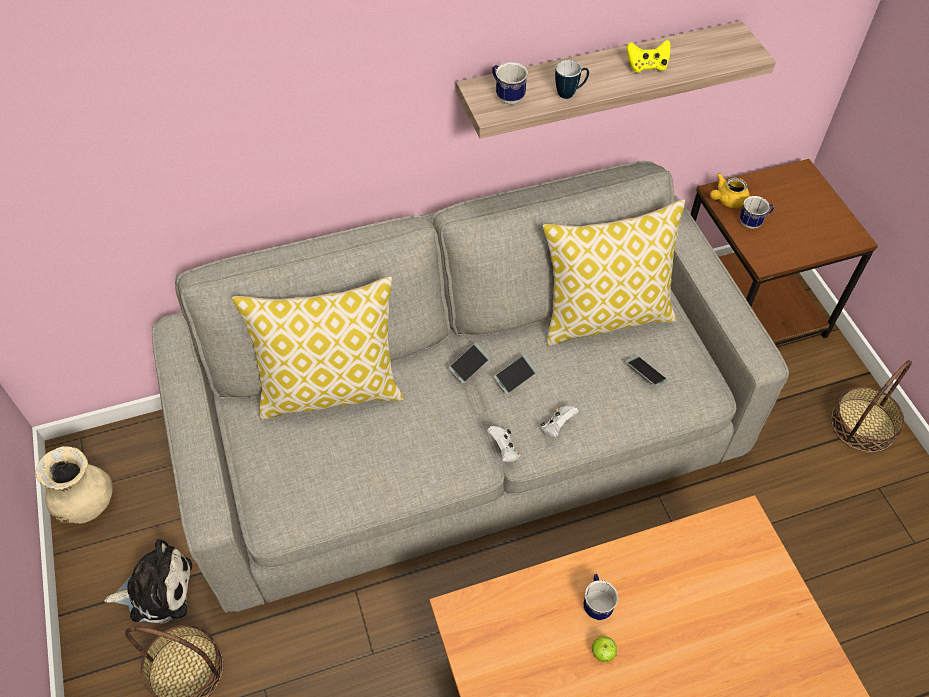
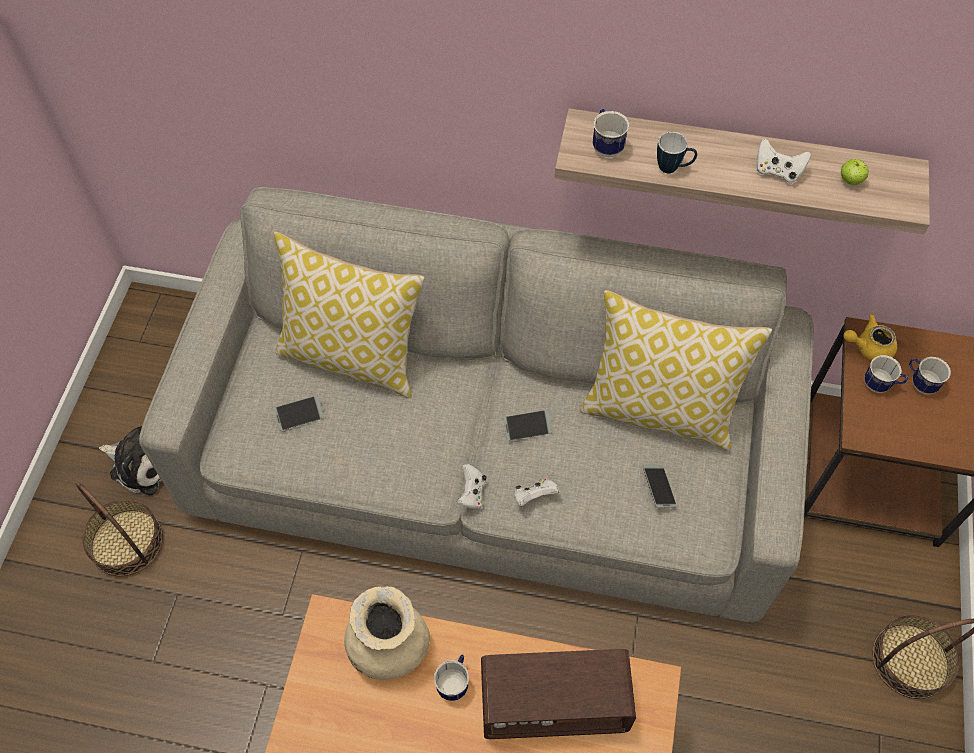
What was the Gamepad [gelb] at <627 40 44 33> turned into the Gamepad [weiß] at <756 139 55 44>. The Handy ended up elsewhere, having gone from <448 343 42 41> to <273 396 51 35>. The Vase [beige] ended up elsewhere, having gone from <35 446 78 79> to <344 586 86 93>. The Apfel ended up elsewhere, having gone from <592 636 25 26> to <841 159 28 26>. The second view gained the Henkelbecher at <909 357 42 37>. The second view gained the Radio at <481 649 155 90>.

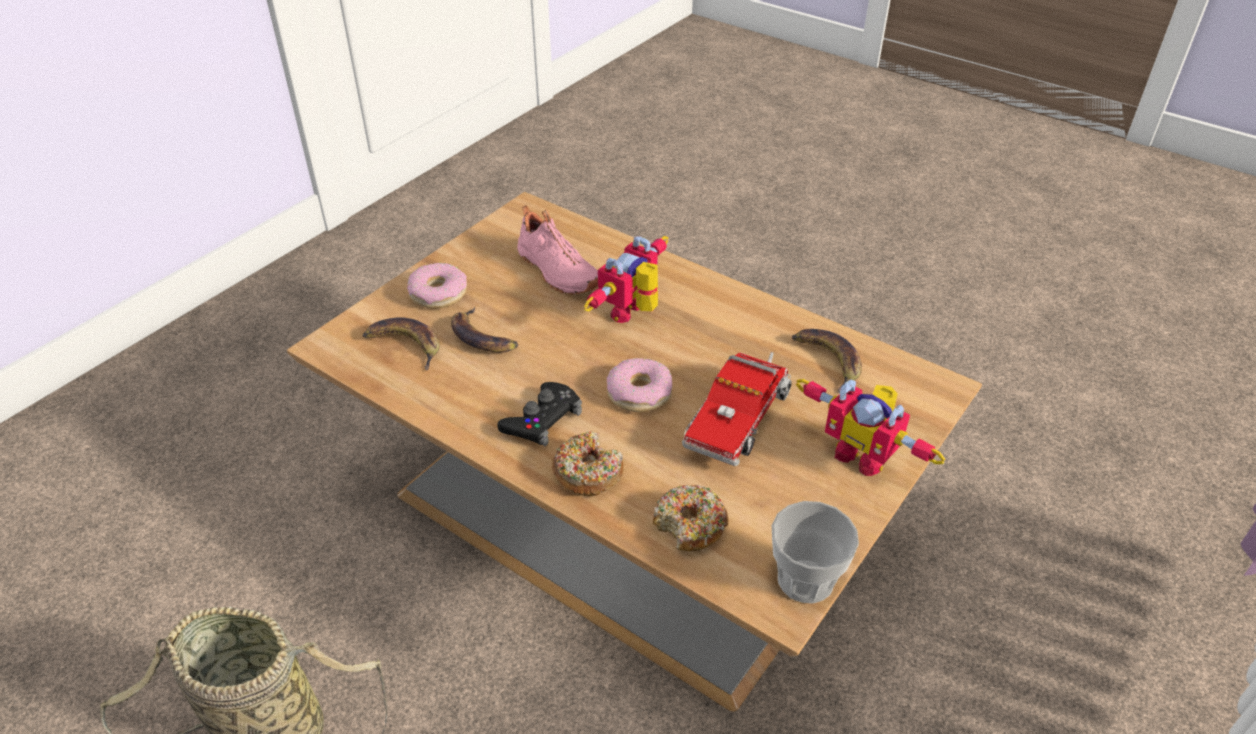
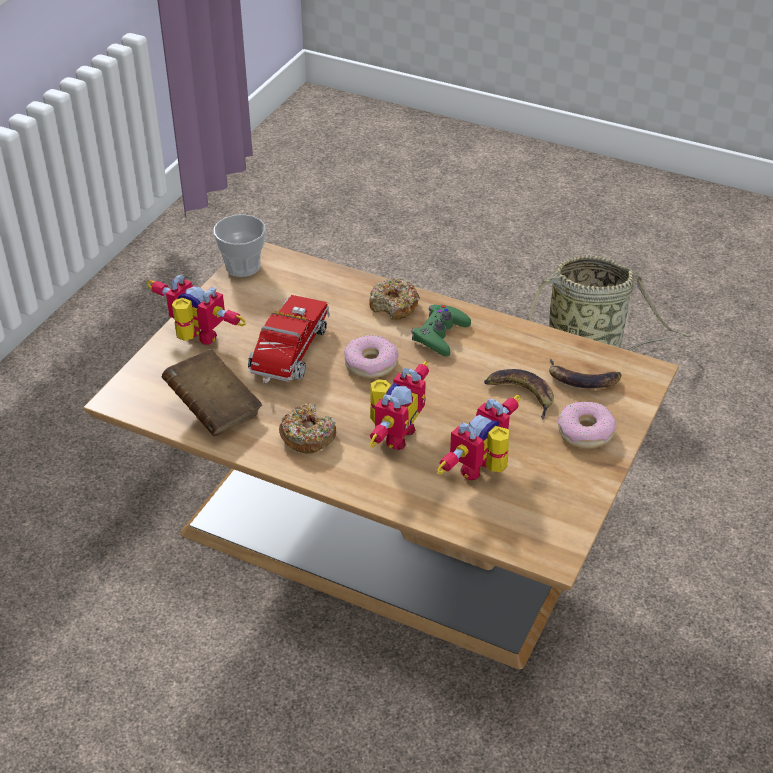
Where the Schuh [rosa] stood at <517 205 81 90>, the Spielzeugroboter came to stand at <437 395 84 85>. Where the Banane stood at <792 329 70 64>, the Buch [braun] came to stand at <162 349 100 87>. What was the Gamepad [schwarz] at <497 382 85 64> turned into the Gamepad [grün] at <412 304 59 53>. The Donut ended up elsewhere, having gone from <653 485 75 67> to <279 403 57 51>.

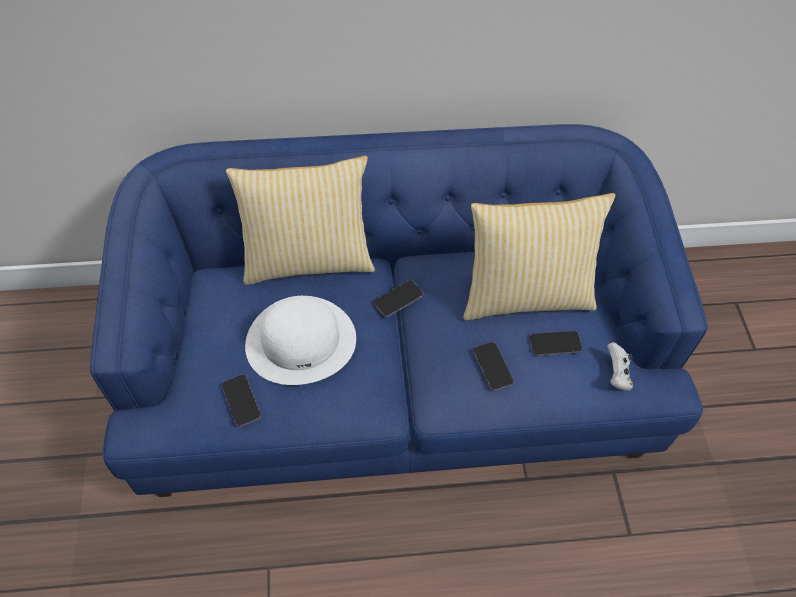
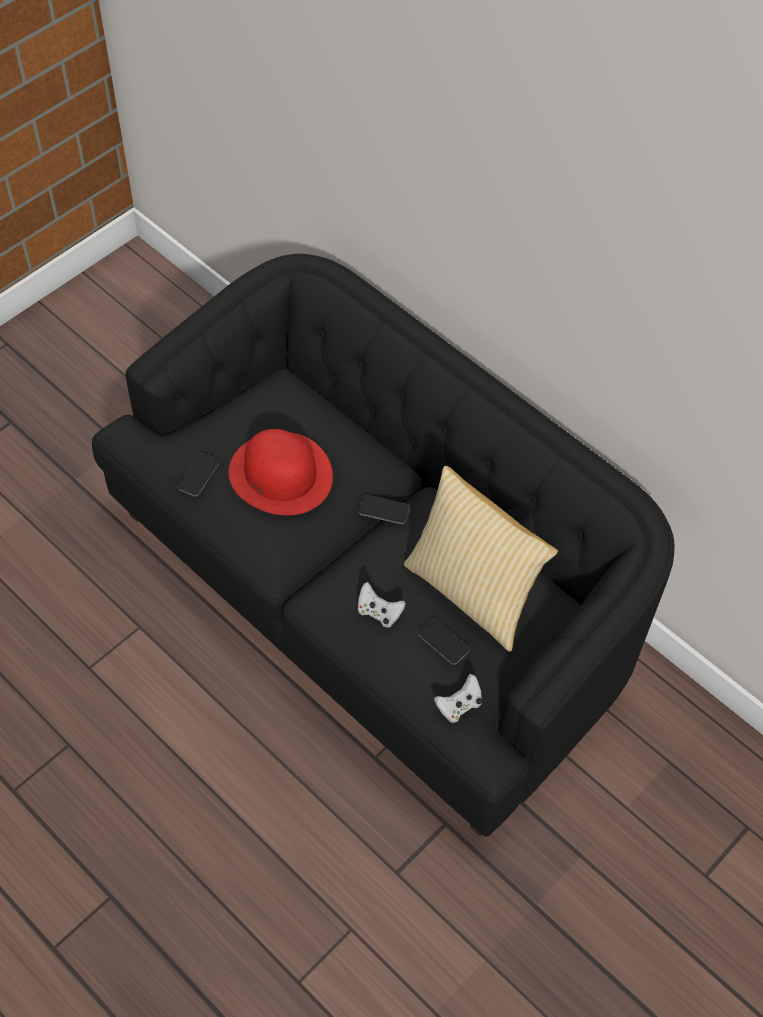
What was the Sofa [blau] at <90 124 618 373> turned into the Sofa [schwarz] at <92 254 582 583>. The second view lost the Kissen at <226 156 149 129>. What was the Hut [weiß] at <245 296 111 89> turned into the Hut [rot] at <229 429 104 86>. Where the Handy stood at <473 342 41 49>, the Gamepad [weiß] came to stand at <358 582 48 46>.

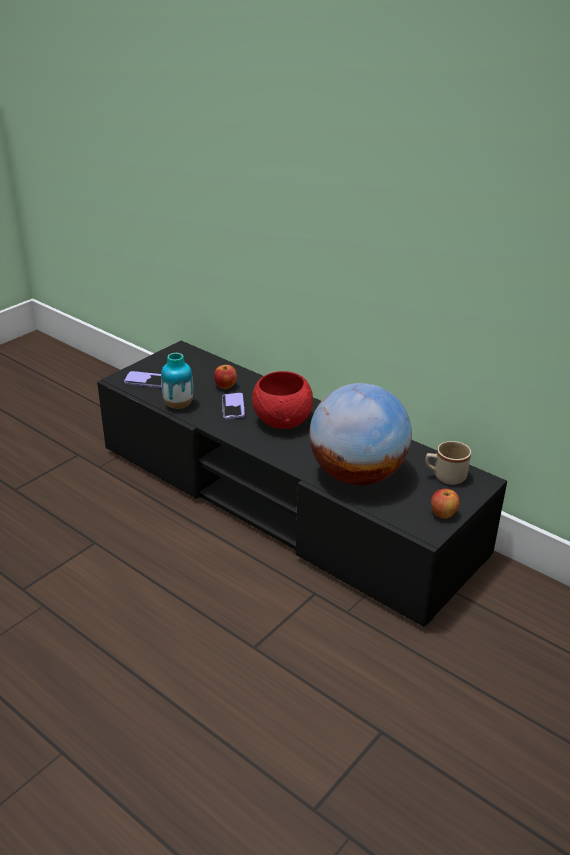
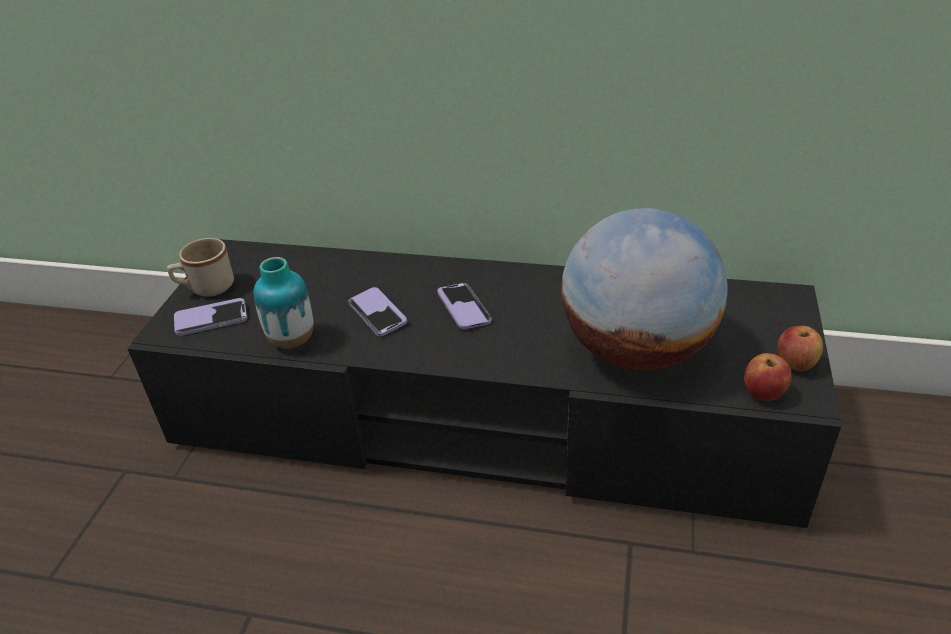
The Apfel ended up elsewhere, having gone from <214 365 23 24> to <744 353 48 48>. Where the Schüssel [rot] stood at <252 371 61 58>, the Handy came to stand at <437 283 54 46>. The Henkelbecher [beige] ended up elsewhere, having gone from <425 441 46 44> to <167 238 67 59>.

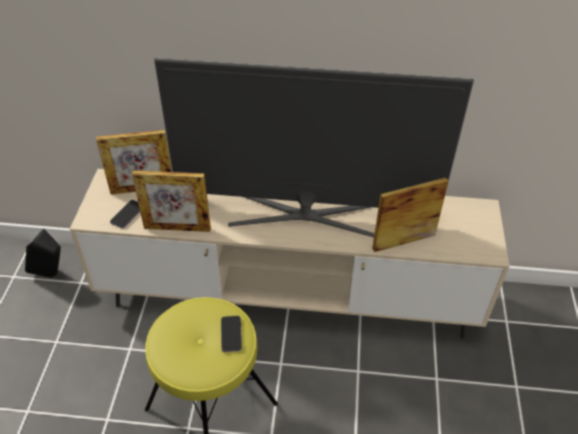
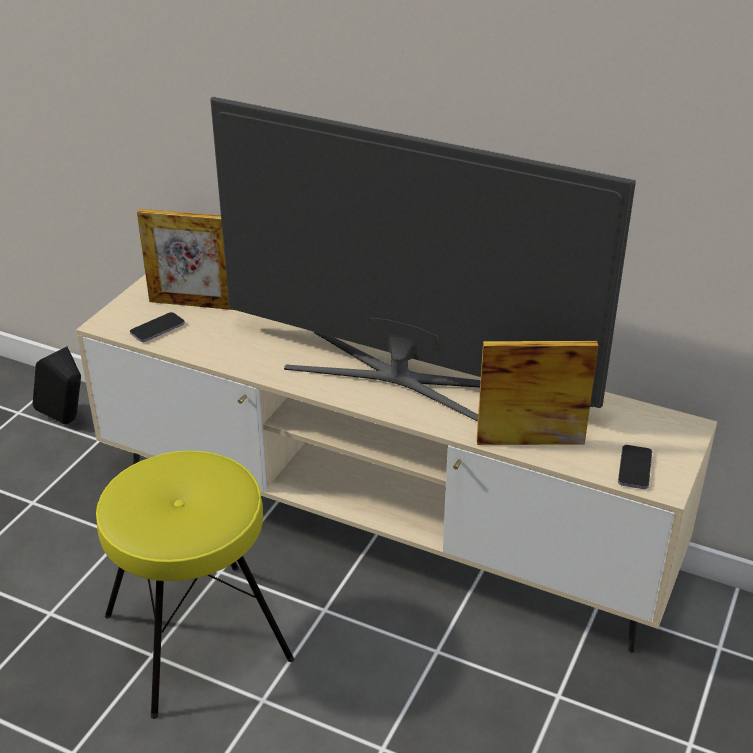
The second view lost the Bilderrahmen at <132 170 79 62>. The Handy ended up elsewhere, having gone from <221 316 21 36> to <618 445 34 44>.

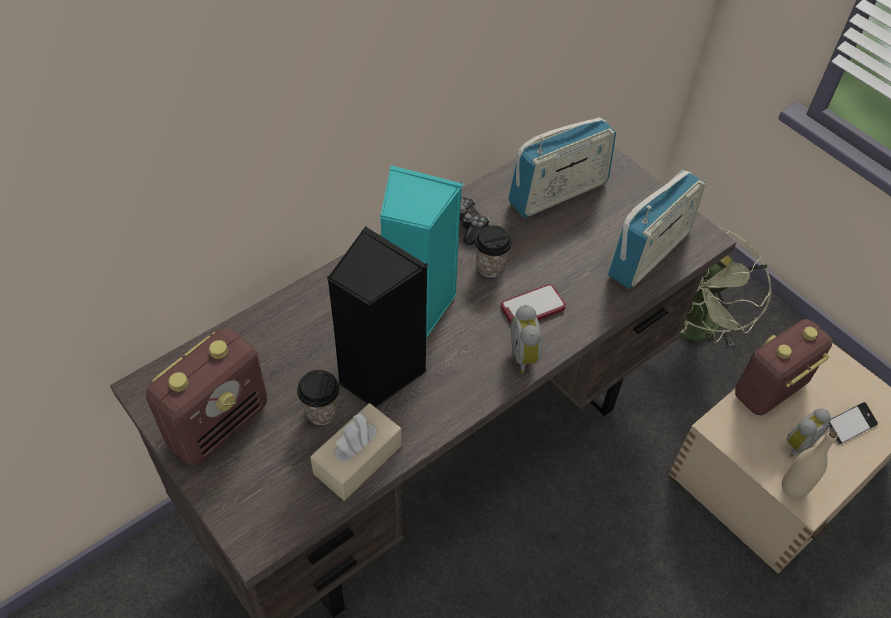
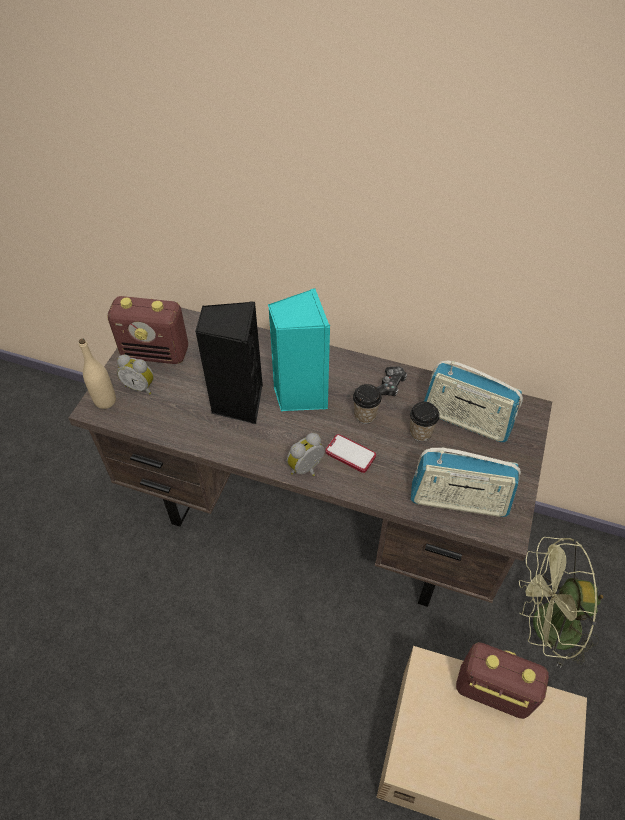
The Tasse ended up elsewhere, having gone from <297 370 43 55> to <410 402 30 40>. The second view lost the Handy at <829 402 49 42>. The second view lost the Taschentuchbox [beige] at <310 403 91 98>. The Wecker ended up elsewhere, having gone from <787 408 44 49> to <117 354 37 41>. The Flasche [beige] ended up elsewhere, having gone from <782 430 56 69> to <79 339 37 70>.

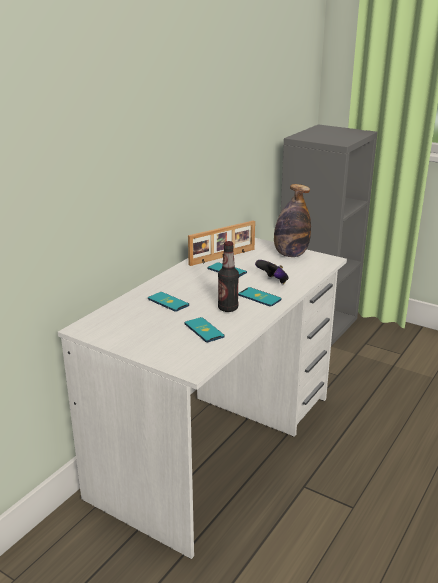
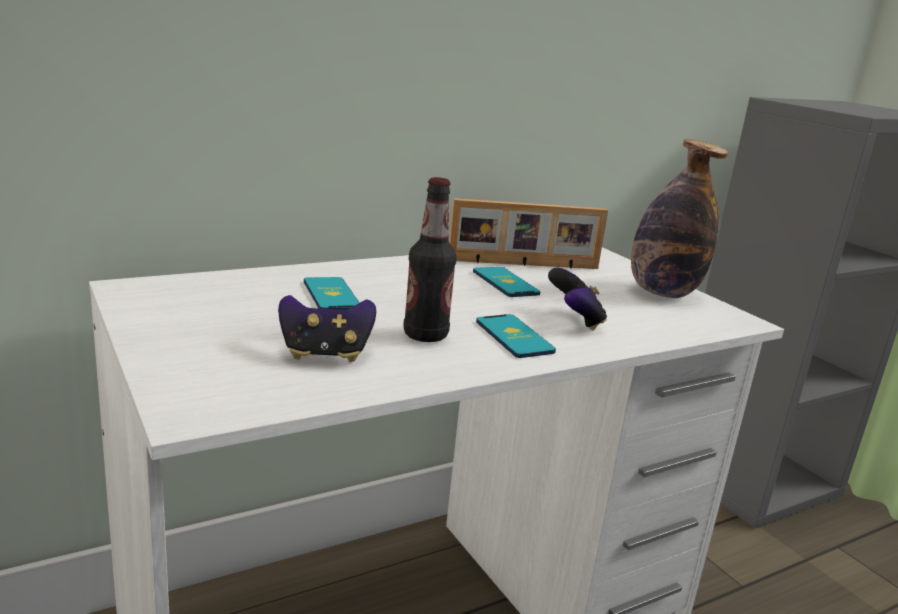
Where the Handy stood at <185 317 40 25>, the Gamepad came to stand at <278 295 98 67>.

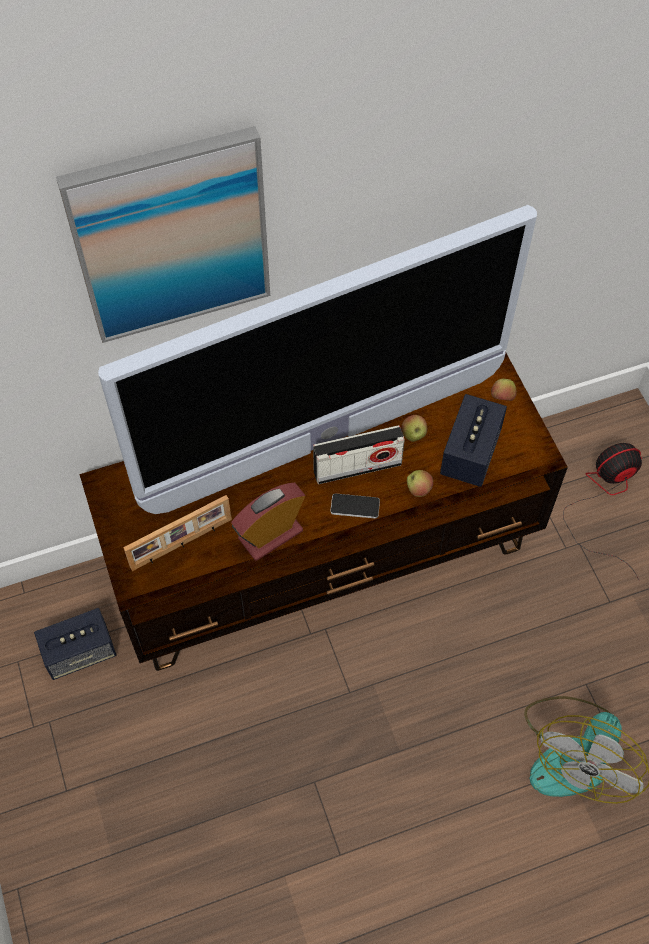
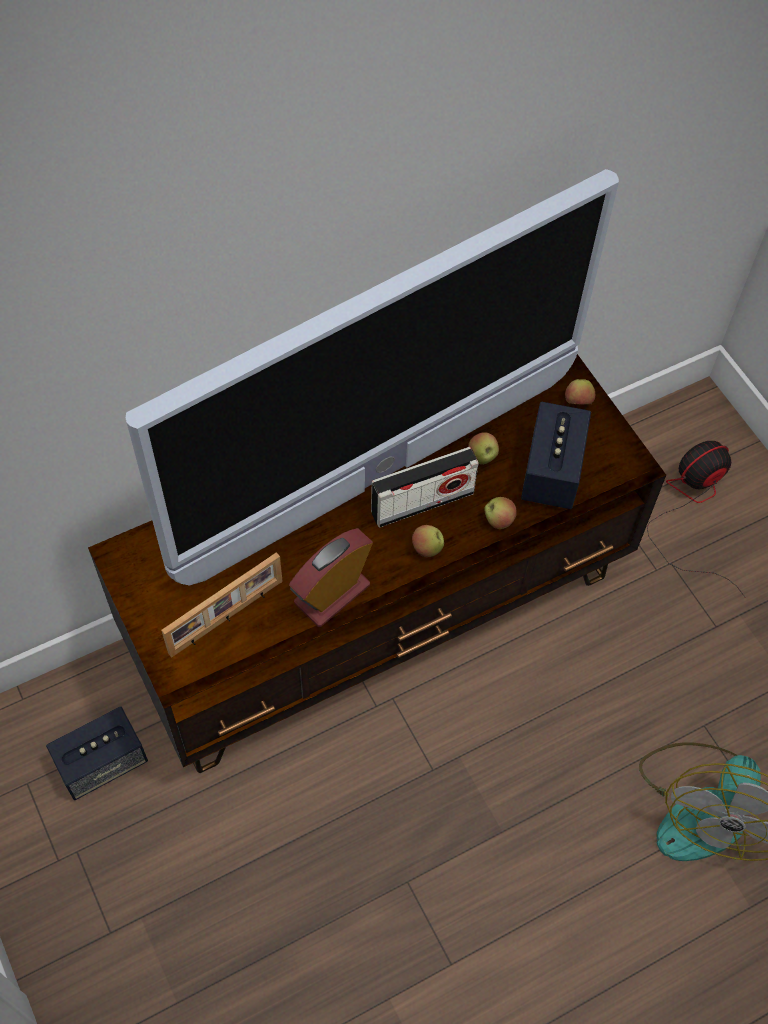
The second view lost the Bild at <56 126 214 217>. Where the Handy stood at <330 493 50 26>, the Apfel came to stand at <412 525 32 32>.

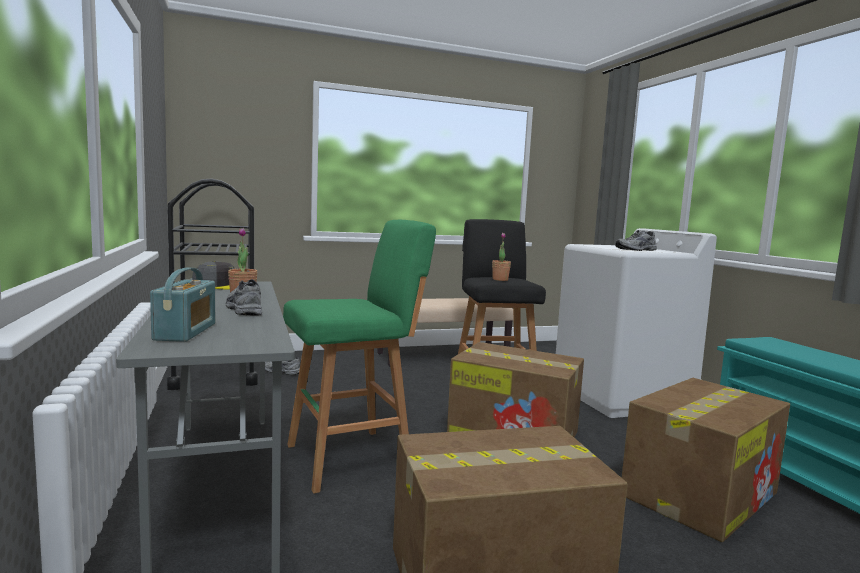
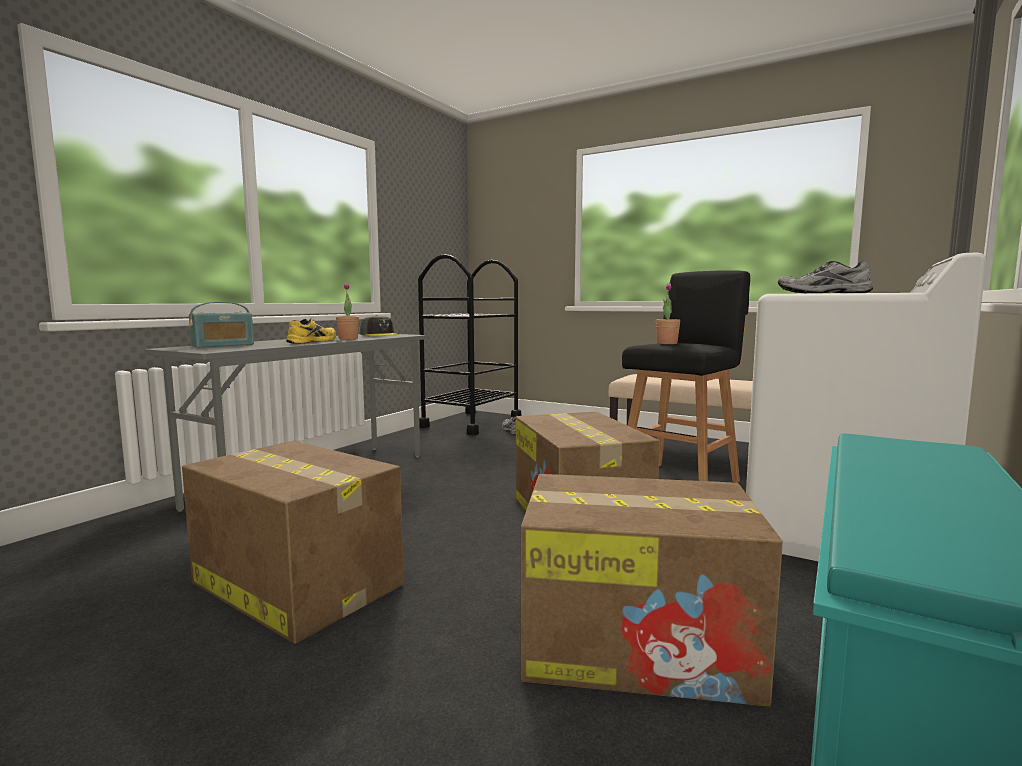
The second view lost the Hocker [grün] at <283 220 153 274>. What was the Schuh [grau] at <226 279 36 37> turned into the Schuh [gelb] at <286 318 50 26>.

